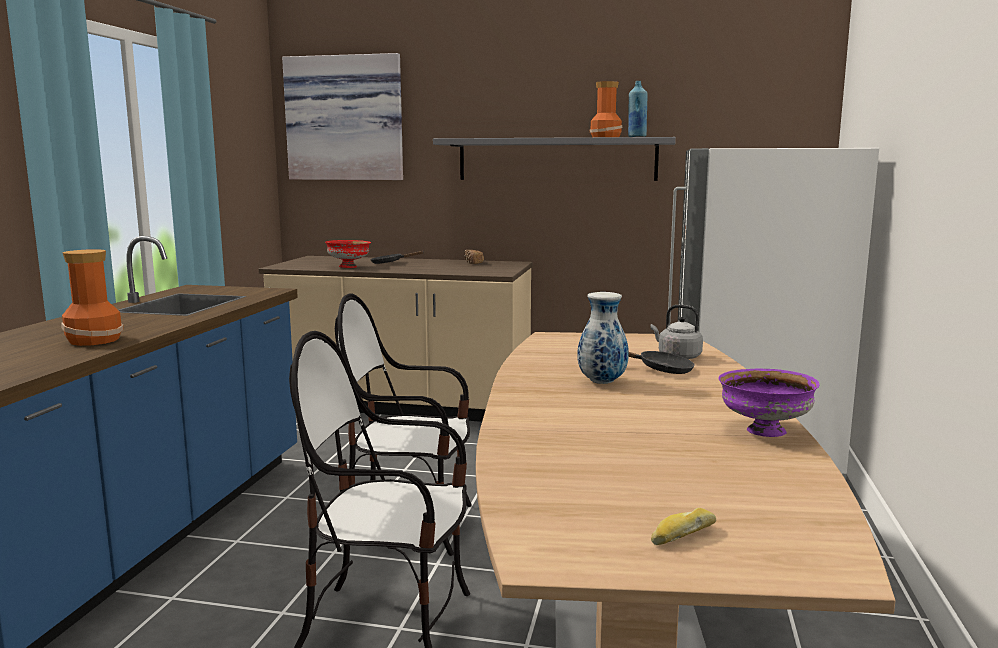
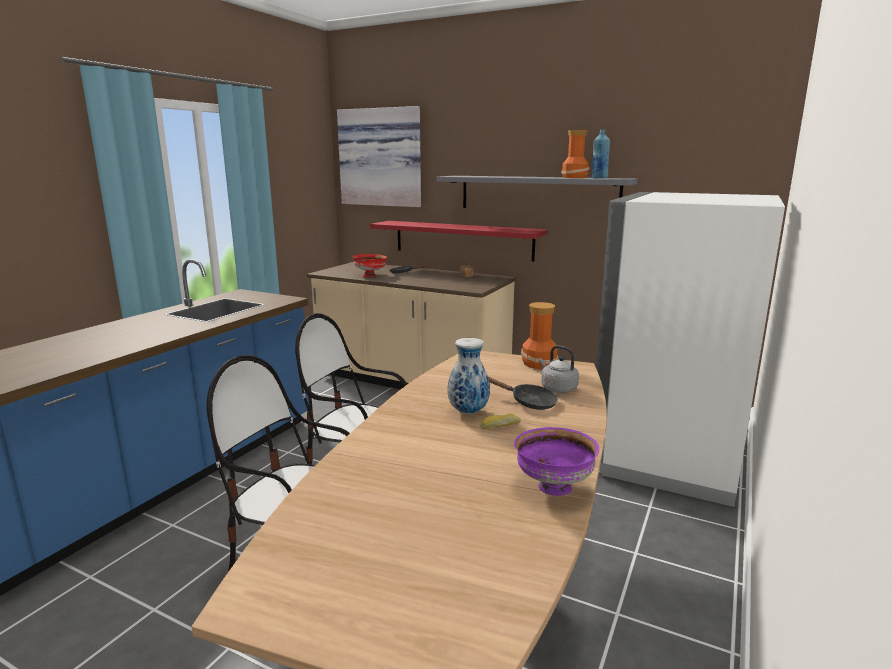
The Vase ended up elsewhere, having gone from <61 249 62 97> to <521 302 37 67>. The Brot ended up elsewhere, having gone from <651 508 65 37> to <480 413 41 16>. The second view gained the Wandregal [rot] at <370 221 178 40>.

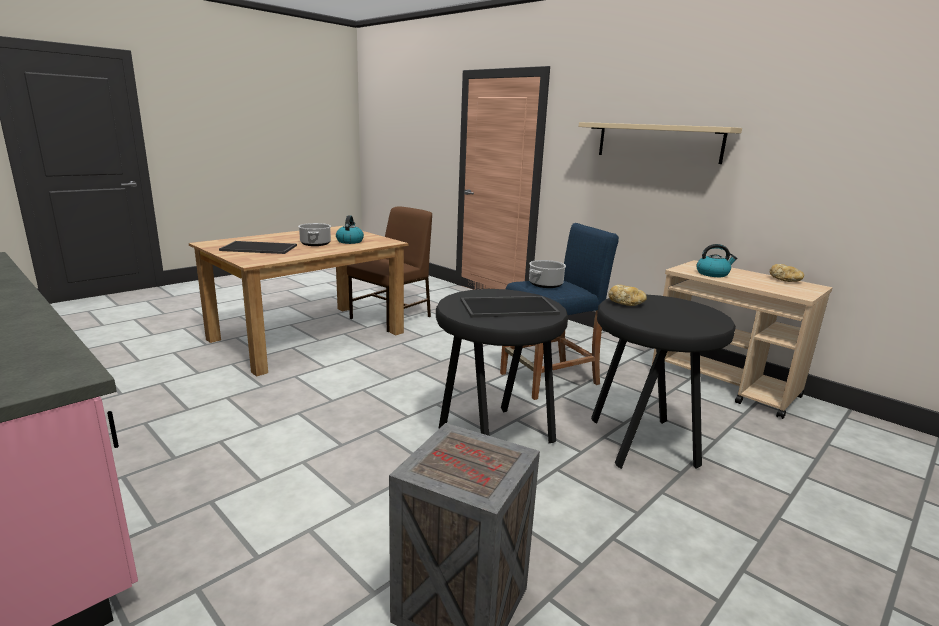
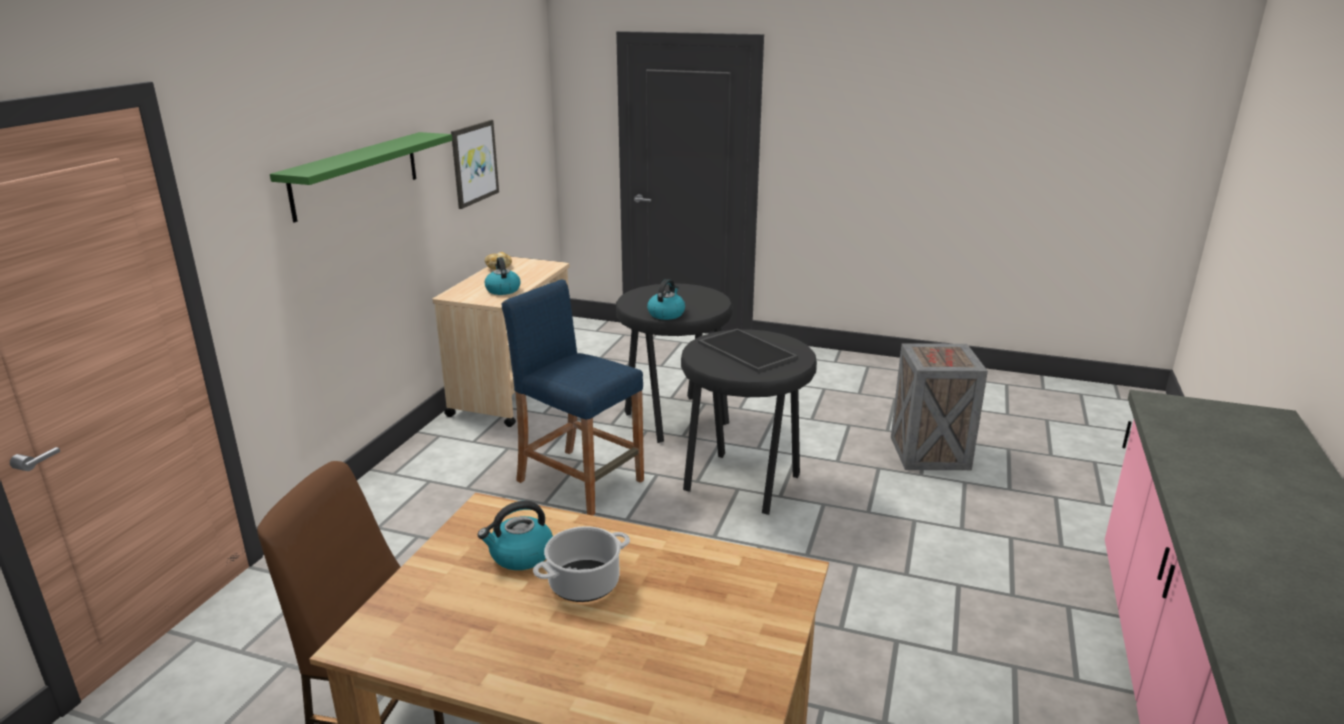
What was the Wandregal [beige] at <579 122 163 42> turned into the Wandregal [grün] at <270 132 182 91>. The second view lost the Tablett at <219 241 78 13>. The second view lost the Kochtopf at <529 260 37 28>. Where the Brot stood at <608 285 39 21>, the Wasserkessel came to stand at <647 279 38 41>. The second view gained the Bild at <451 120 48 89>.

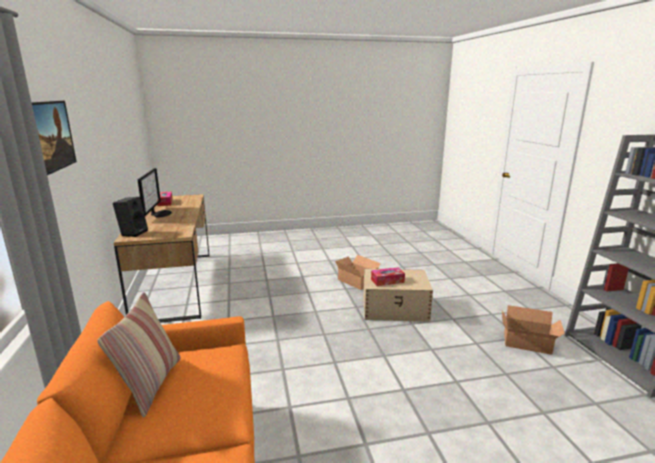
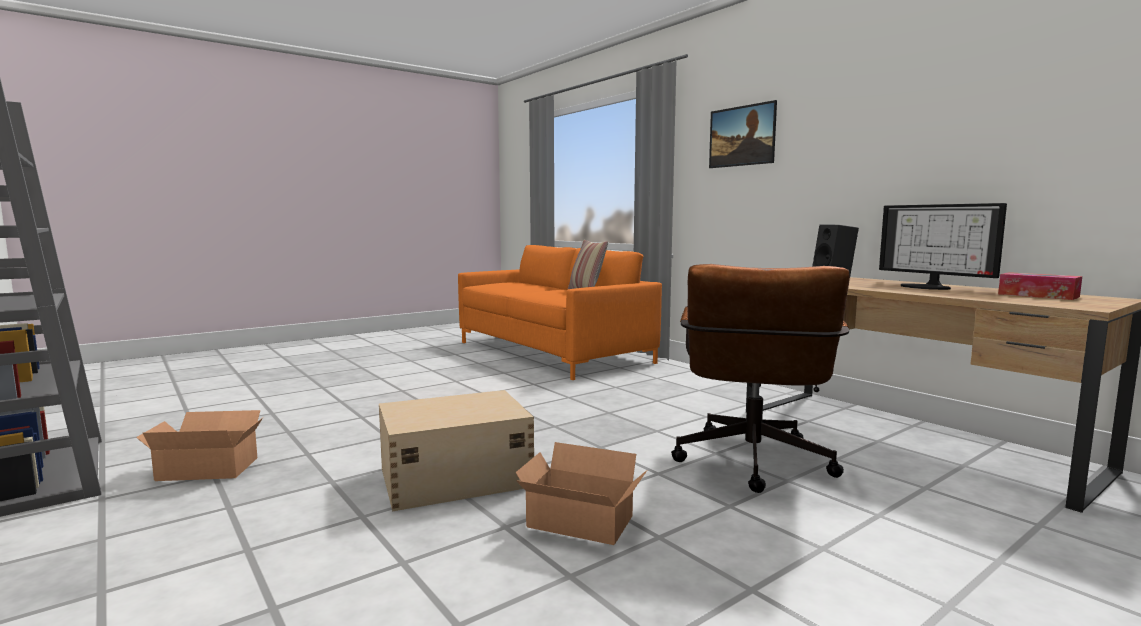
The second view lost the Taschentuchbox at <371 267 34 19>. The second view gained the Bürostuhl [braun] at <671 264 179 229>.

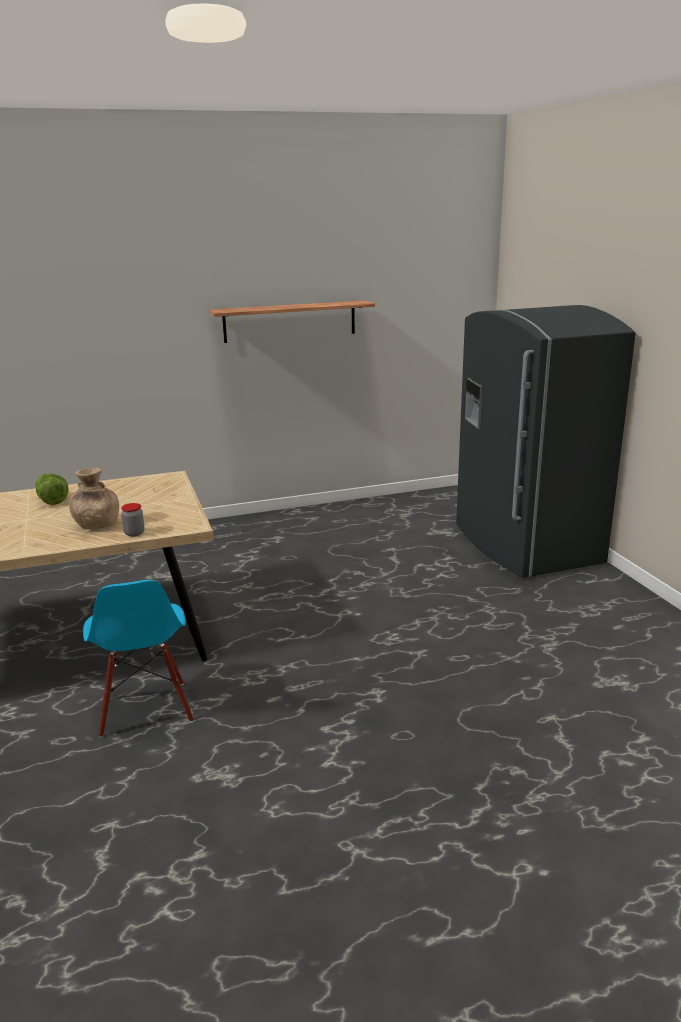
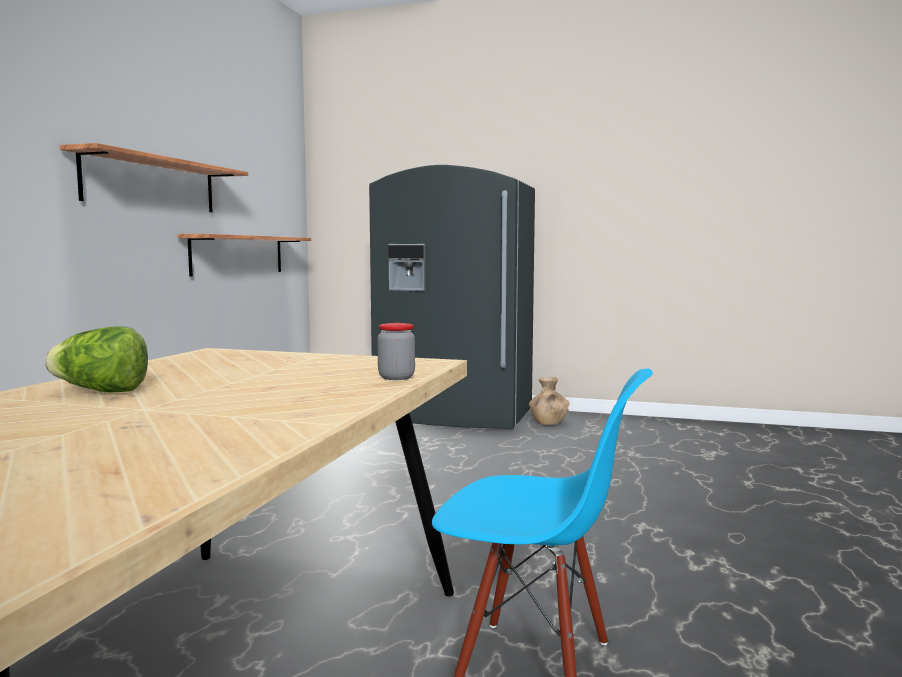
The Vase [braun] ended up elsewhere, having gone from <69 468 50 61> to <529 377 41 48>. The second view gained the Wandregal at <177 234 134 43>.

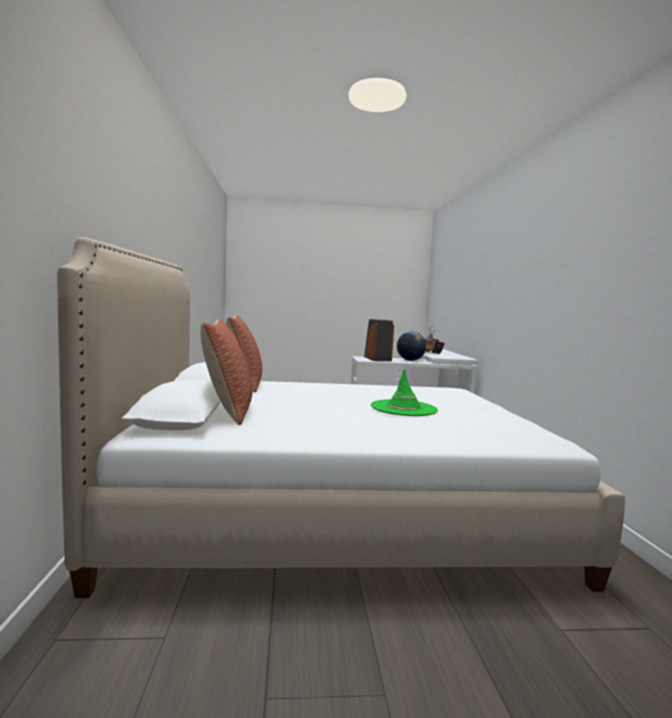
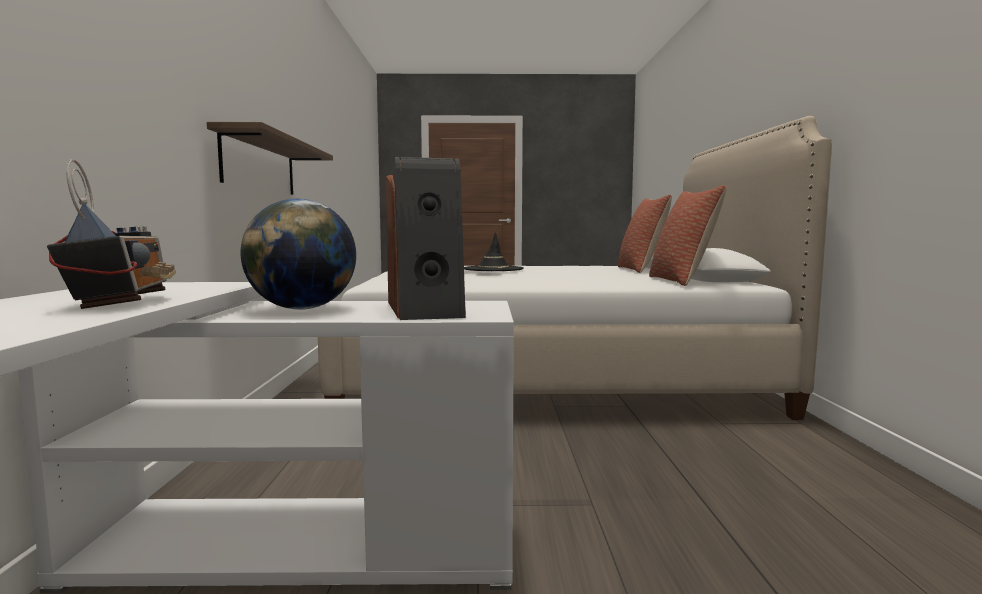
What was the Hut [grün] at <371 368 67 48> turned into the Hut [schwarz] at <464 232 60 39>. The second view gained the Wandregal at <207 122 126 73>.

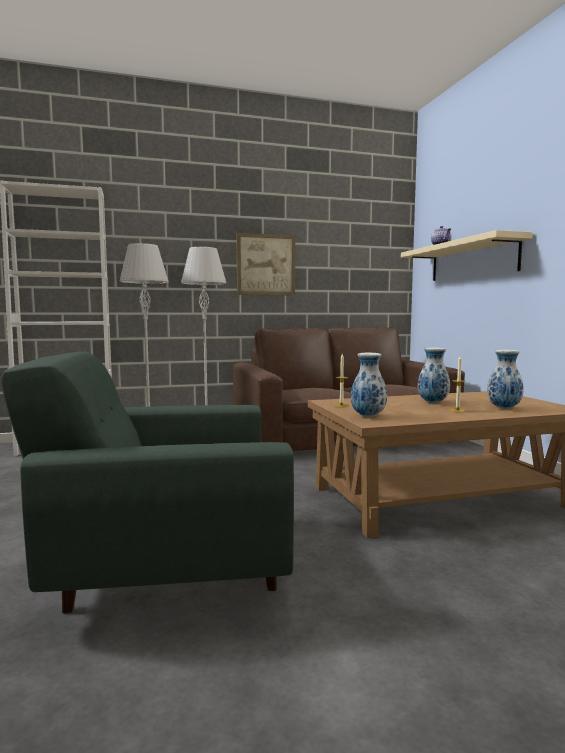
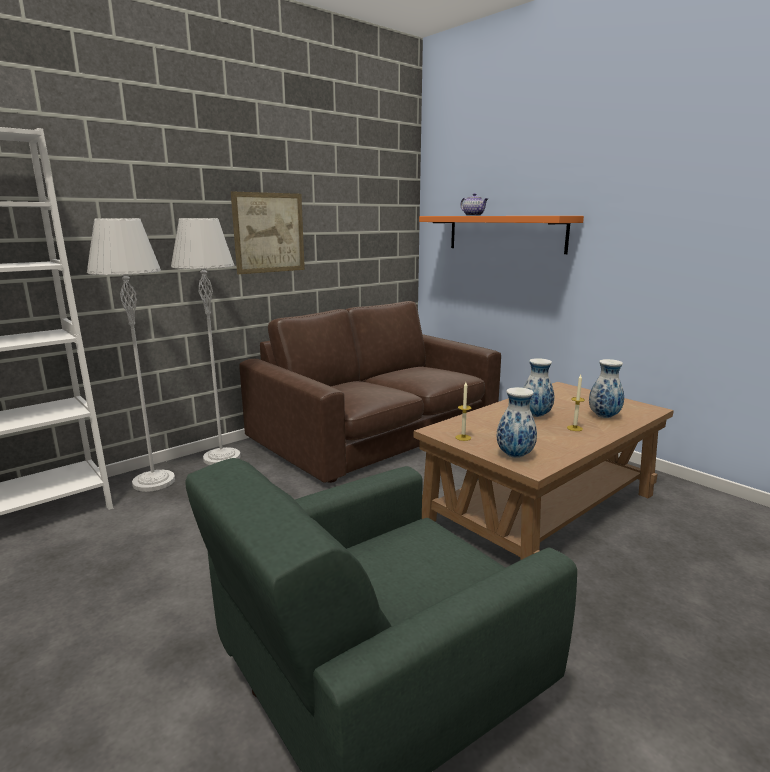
What was the Wandregal [beige] at <401 230 132 51> turned into the Wandregal [orange] at <419 216 165 38>.

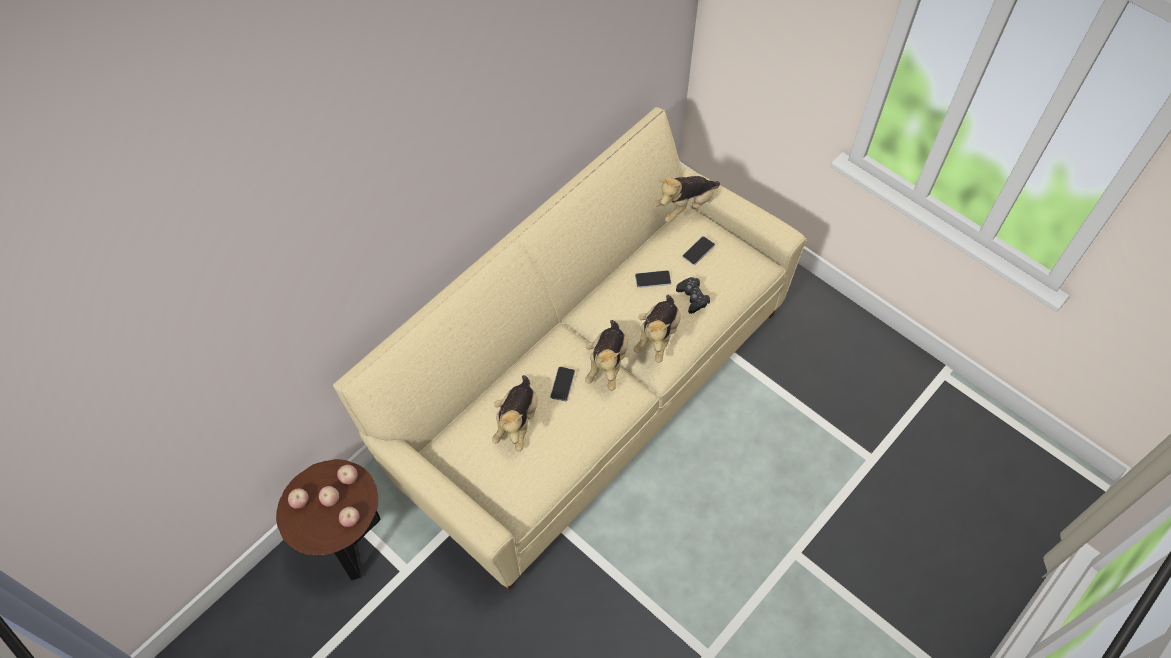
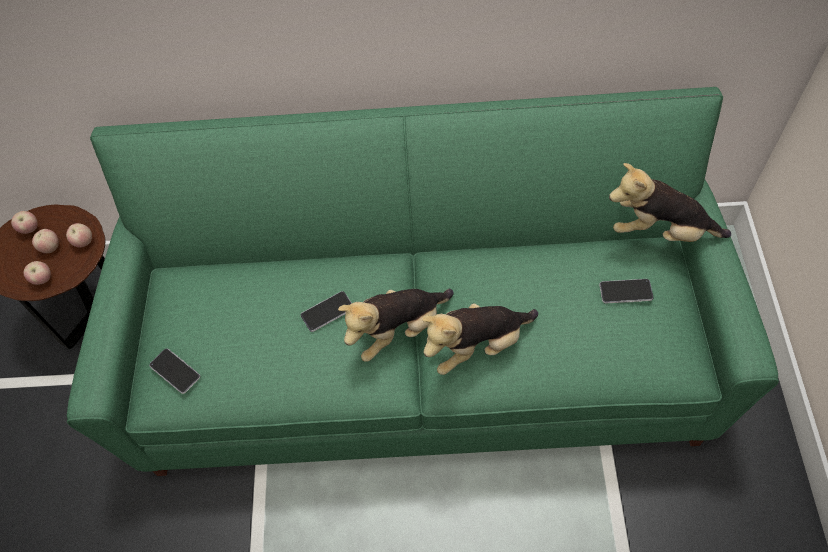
What was the Sofa [beige] at <333 107 474 483> turned into the Sofa [grün] at <67 87 712 389>. The Handy ended up elsewhere, having gone from <635 270 36 18> to <149 348 51 46>. The second view lost the Gamepad [schwarz] at <676 277 34 37>. The second view lost the Plüschtier at <492 375 46 76>.

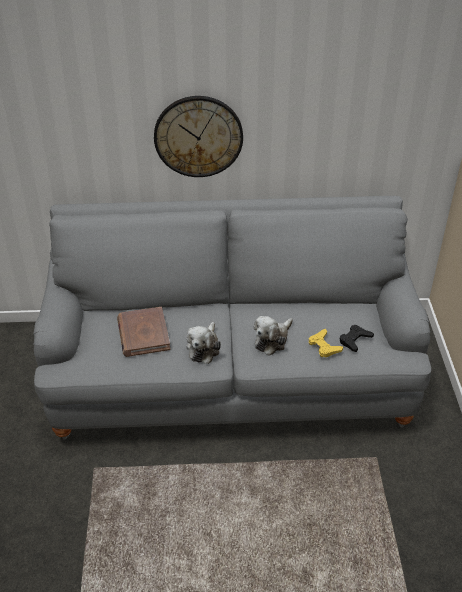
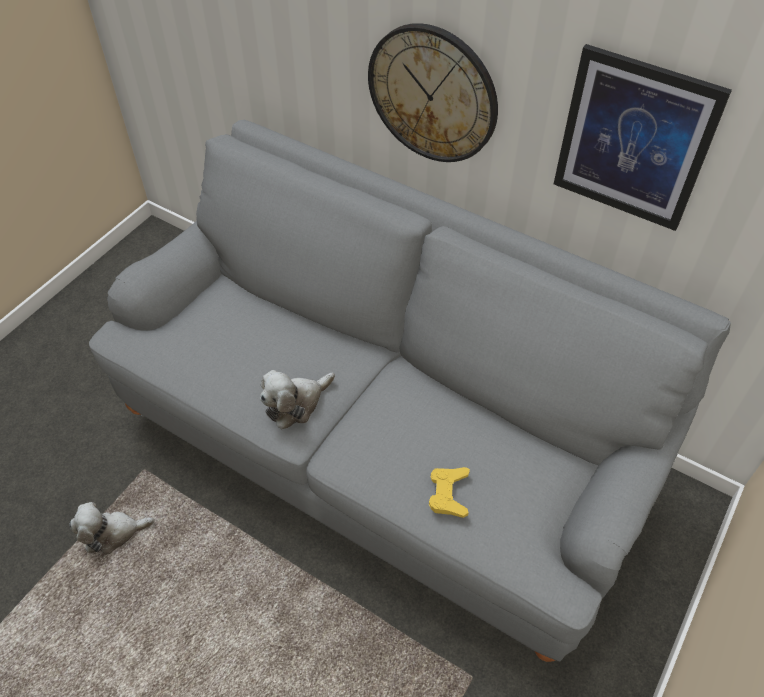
The second view lost the Buch [braun] at <117 307 54 50>. The Plüschtier ended up elsewhere, having gone from <254 316 39 40> to <69 502 85 52>. The second view lost the Gamepad [schwarz] at <340 325 34 27>. The second view gained the Bild at <554 44 178 187>.

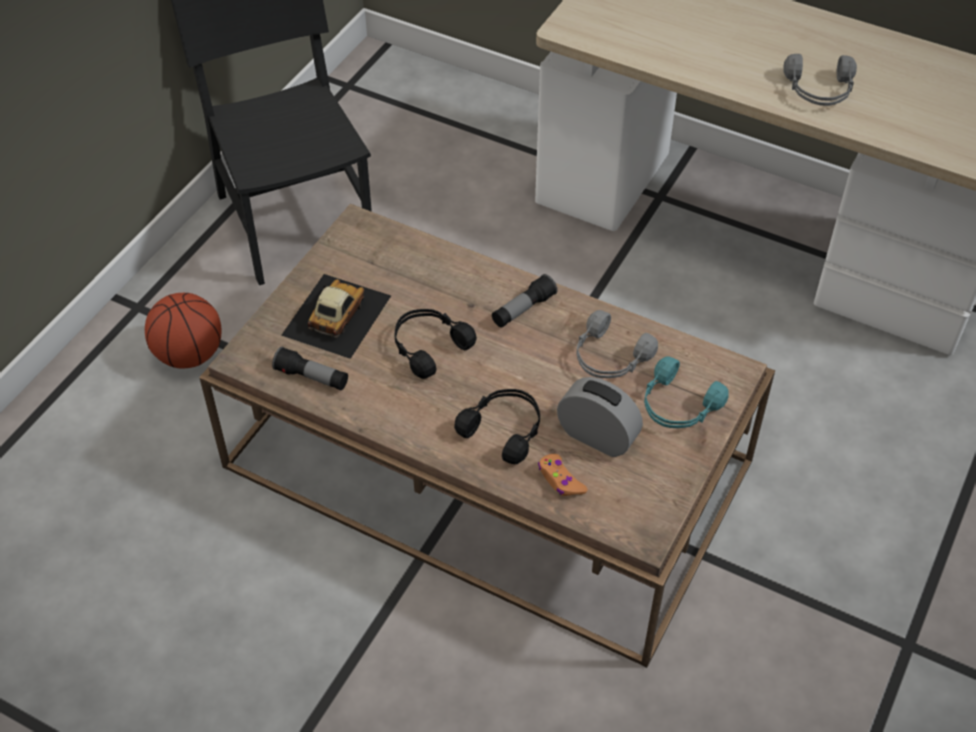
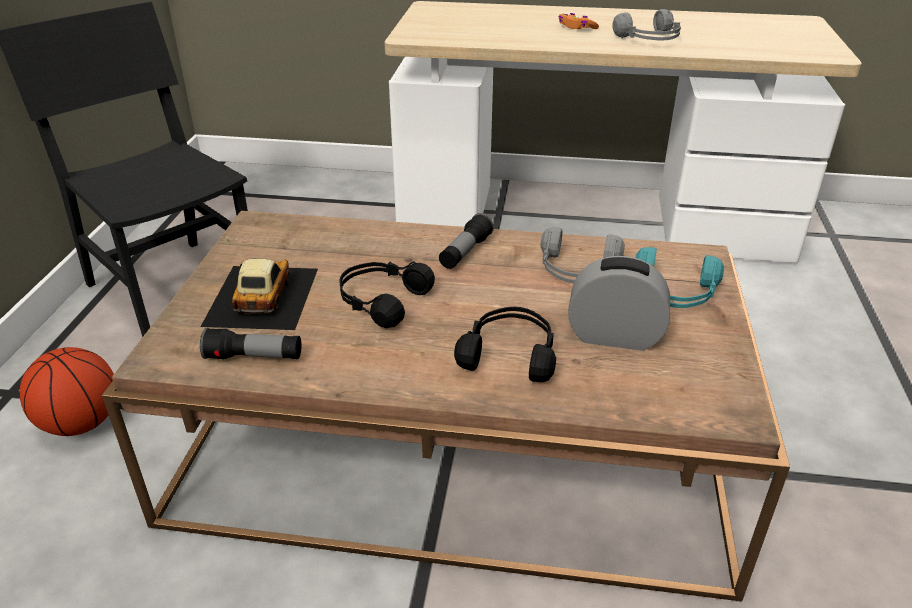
The Gamepad [orange] ended up elsewhere, having gone from <538 454 49 42> to <558 13 41 16>.

